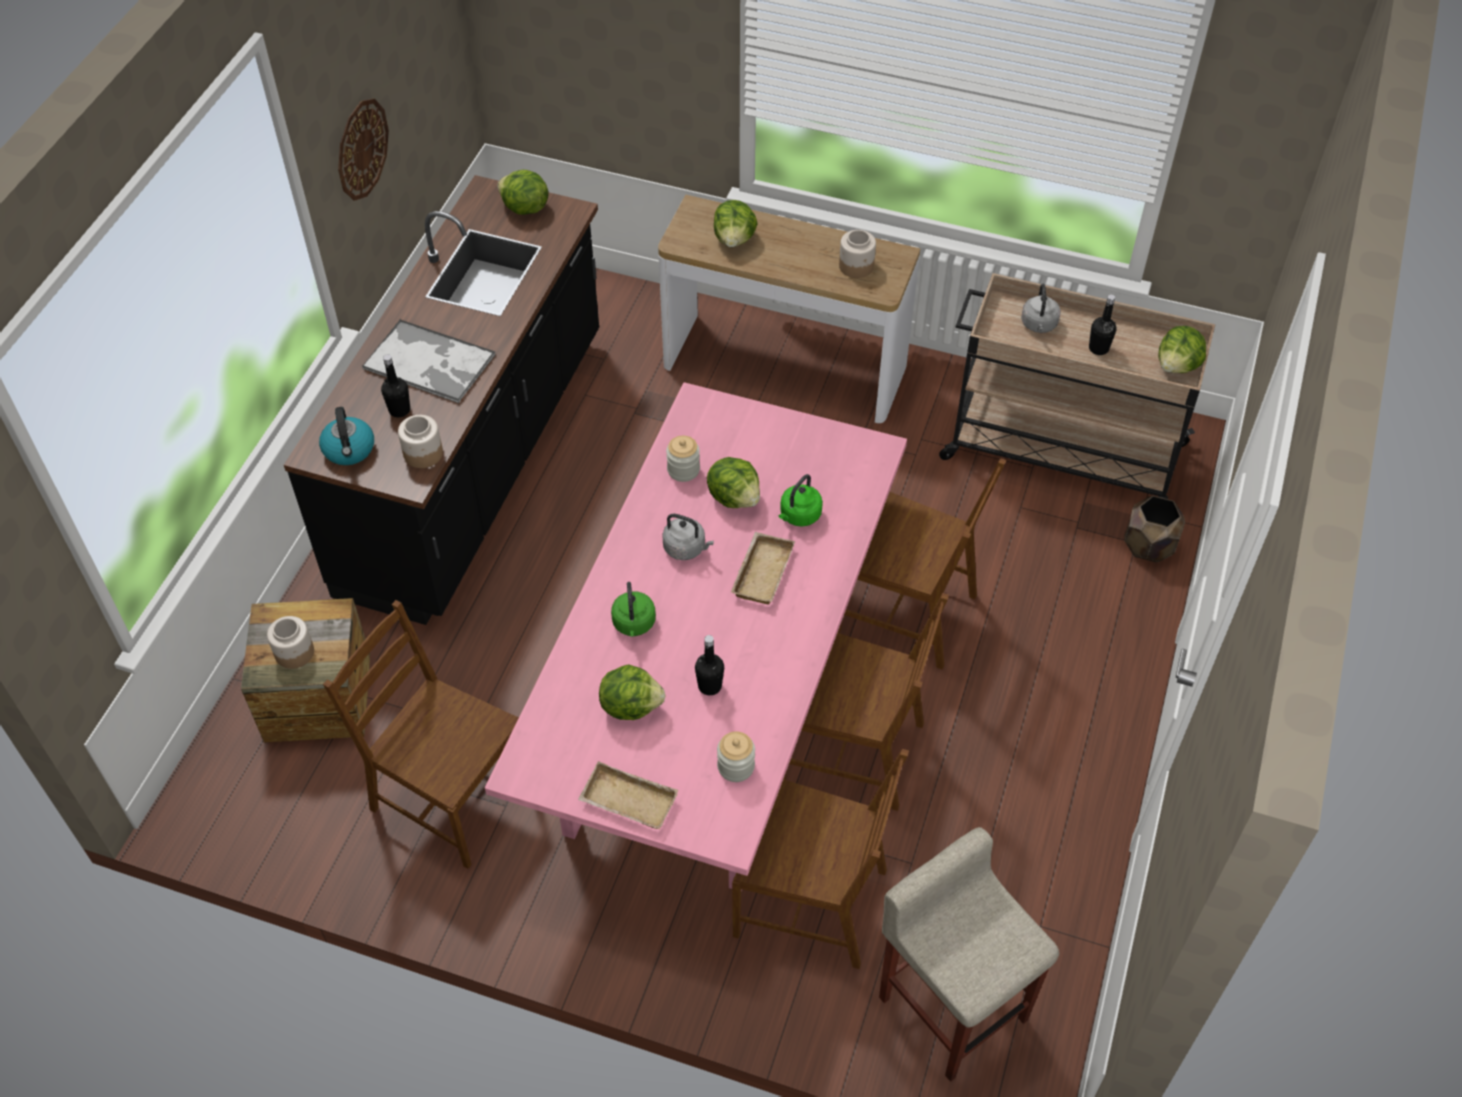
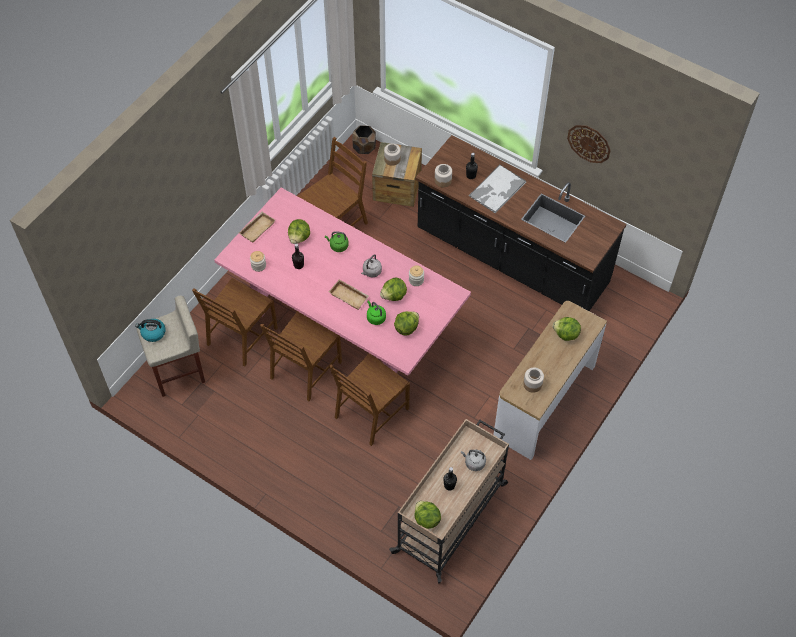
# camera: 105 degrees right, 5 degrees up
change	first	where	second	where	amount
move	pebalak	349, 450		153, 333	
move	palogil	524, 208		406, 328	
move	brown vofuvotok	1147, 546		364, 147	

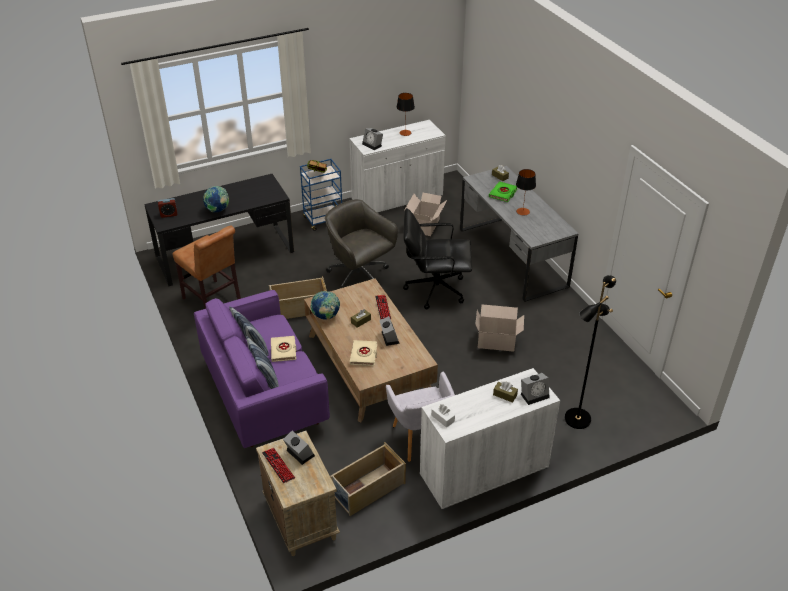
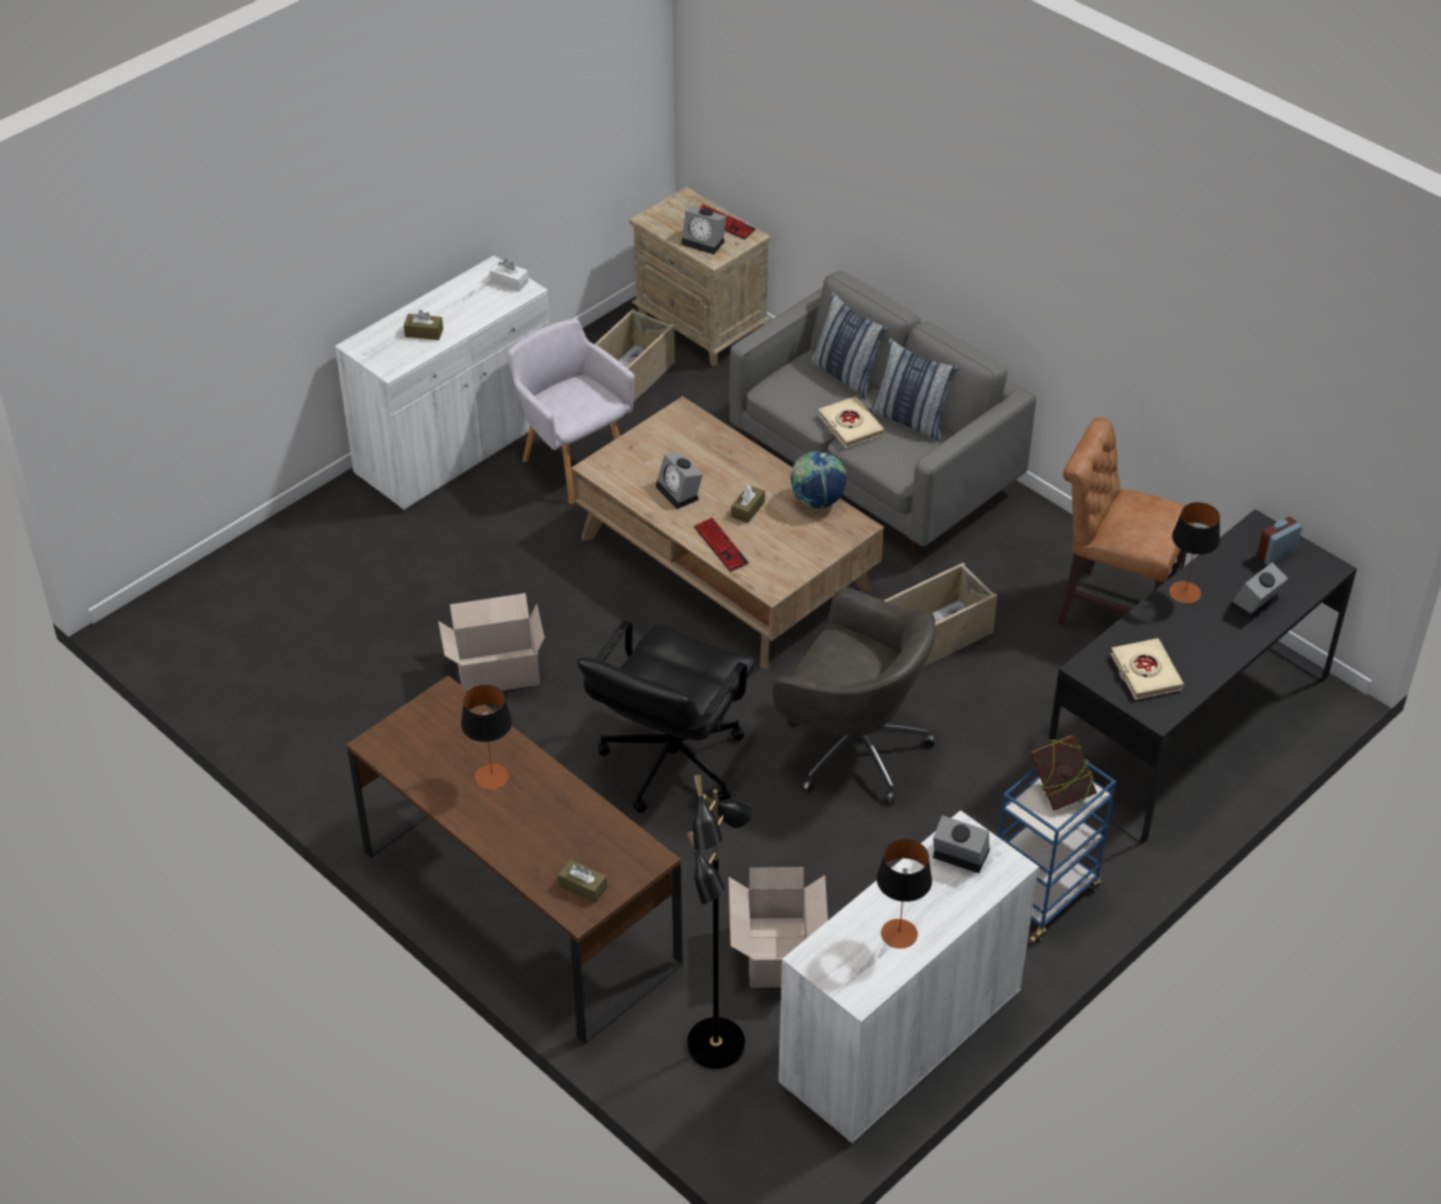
# camera: 160 degrees right, 5 degrees up
change	first	where	second	where	amount
delete	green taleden	503, 193			
move	beige taleden	364, 355		1145, 673	
move	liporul	535, 395		1254, 605	
move	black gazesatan	577, 418		717, 1045	
replace	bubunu	217, 210	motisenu	1185, 592	
recolor	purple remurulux	265, 394	grey remurulux	874, 469	
recolor	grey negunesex	512, 257	brown negunesex	520, 907	
rotate	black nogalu	435, 289		670, 762	135 degrees clockwise

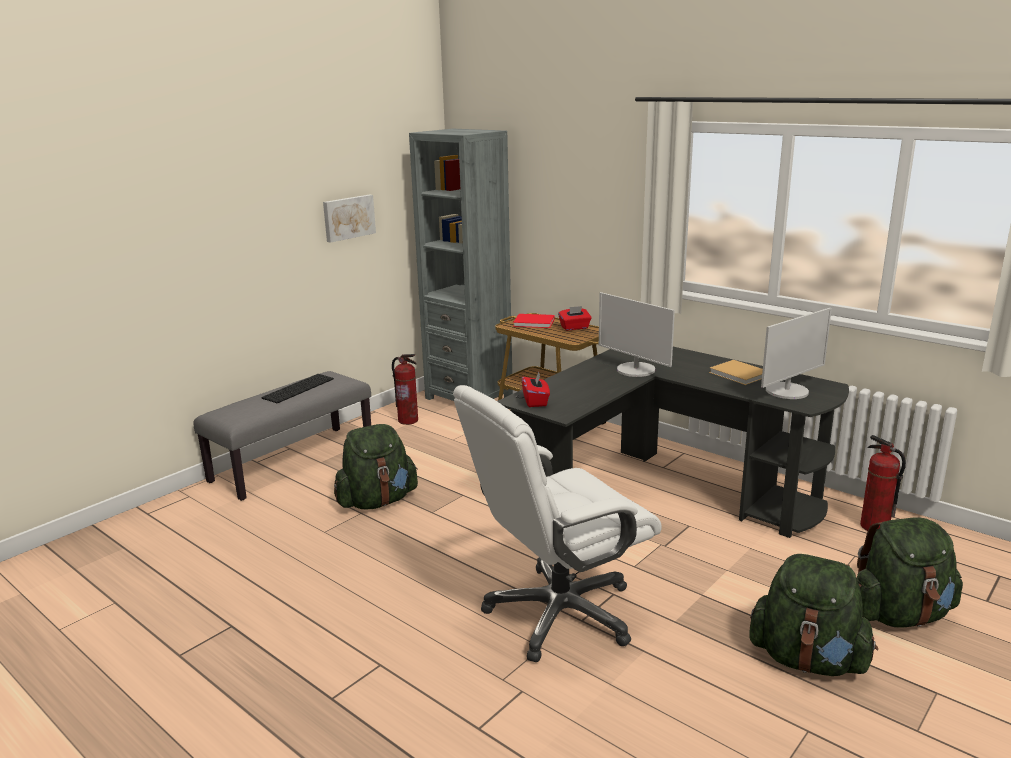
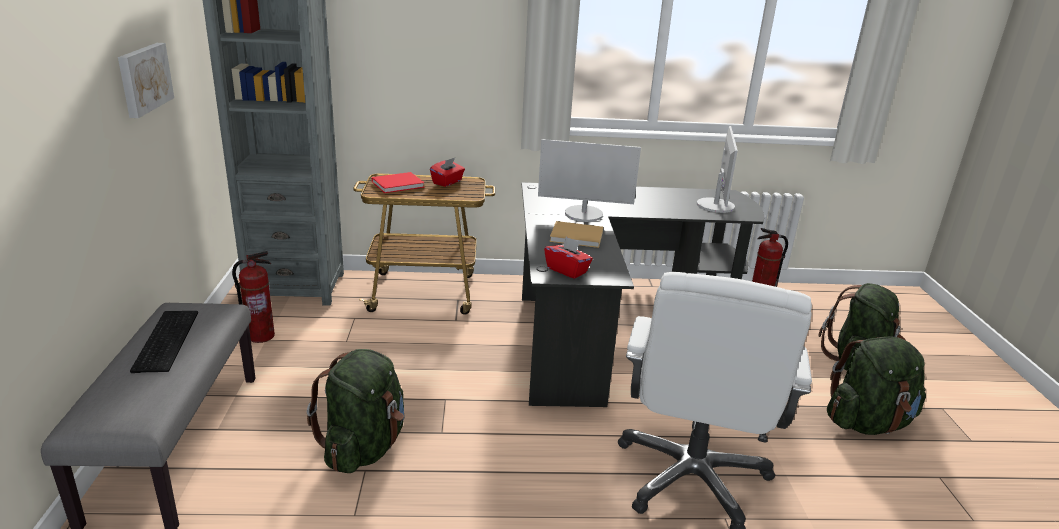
# camera: 45 degrees left, 5 degrees up
change	first	where	second	where	amount
move	beige taleden	740, 375		578, 237	

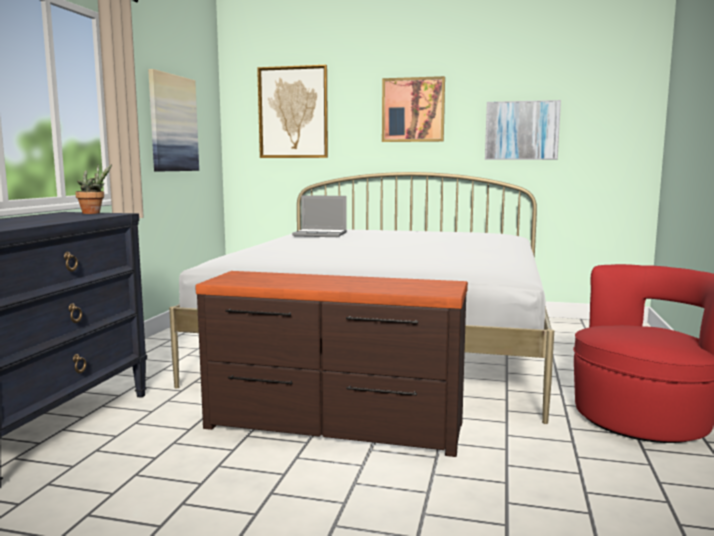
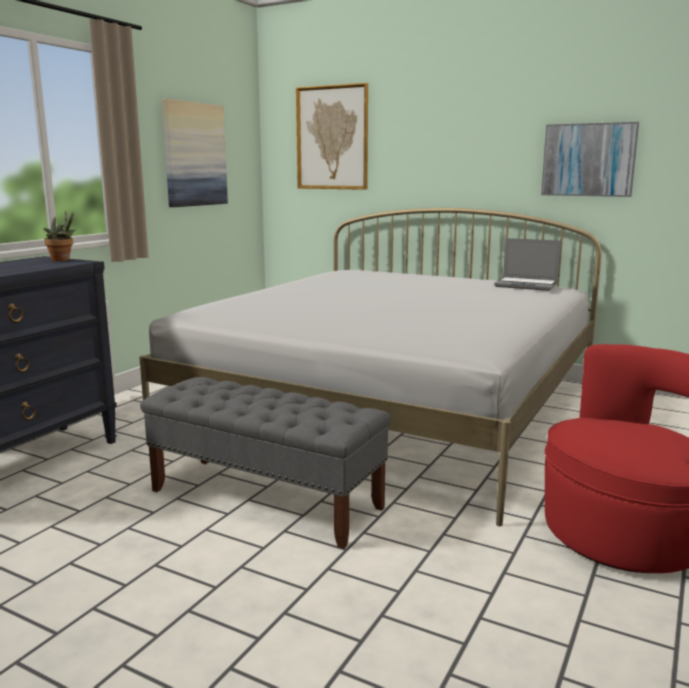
# camera: 15 degrees right, 5 degrees up
change	first	where	second	where	amount
delete	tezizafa	413, 110			
move	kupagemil	321, 234		527, 285	
replace	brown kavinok	333, 426	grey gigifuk	266, 499	

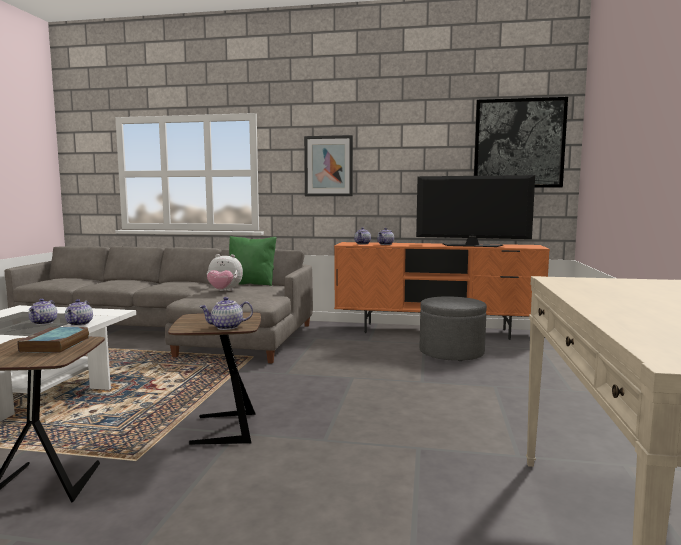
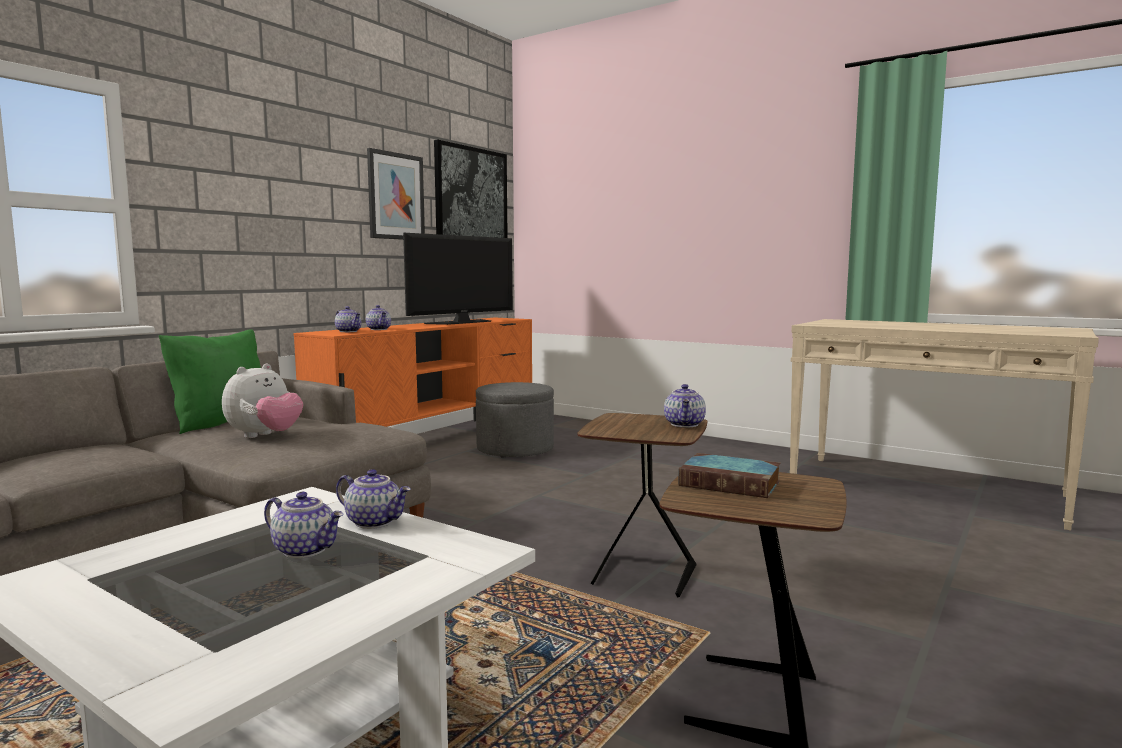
# camera: 65 degrees left, 0 degrees up
change	first	where	second	where	amount
move	tezizafa	328, 166		395, 196	

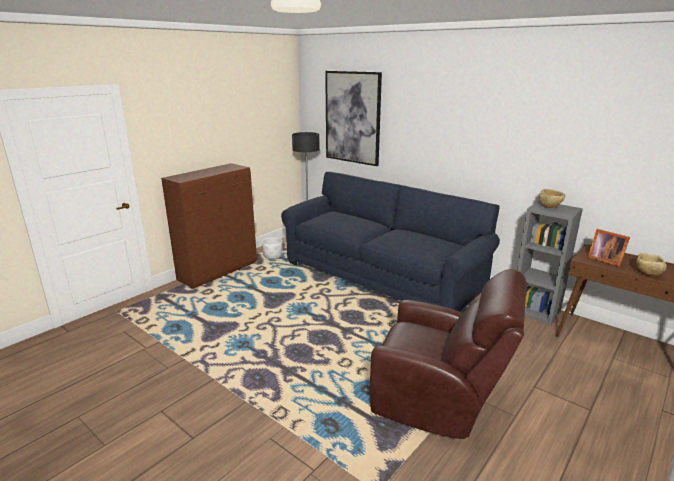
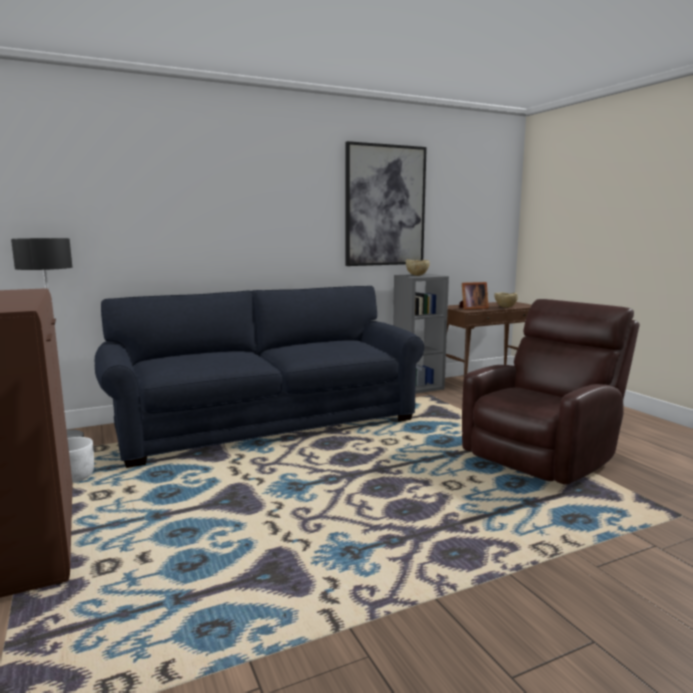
# camera: 65 degrees left, 10 degrees down
change	first	where	second	where	amount
move	tezizafa	352, 117		385, 206	

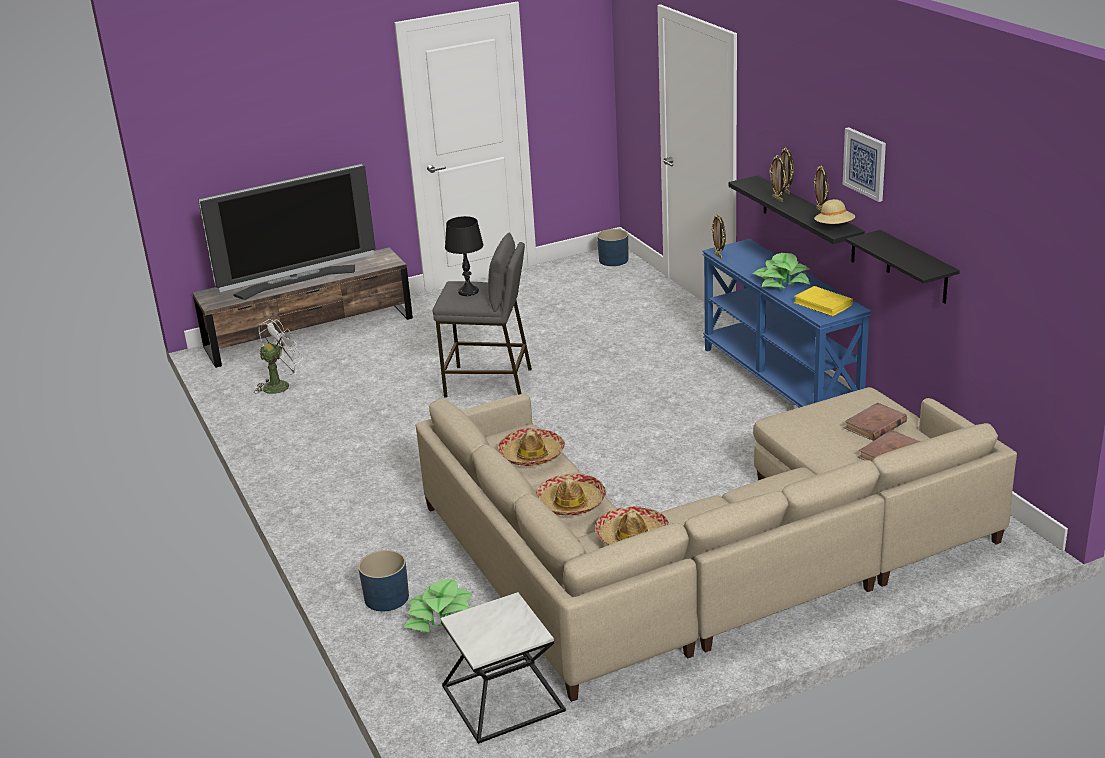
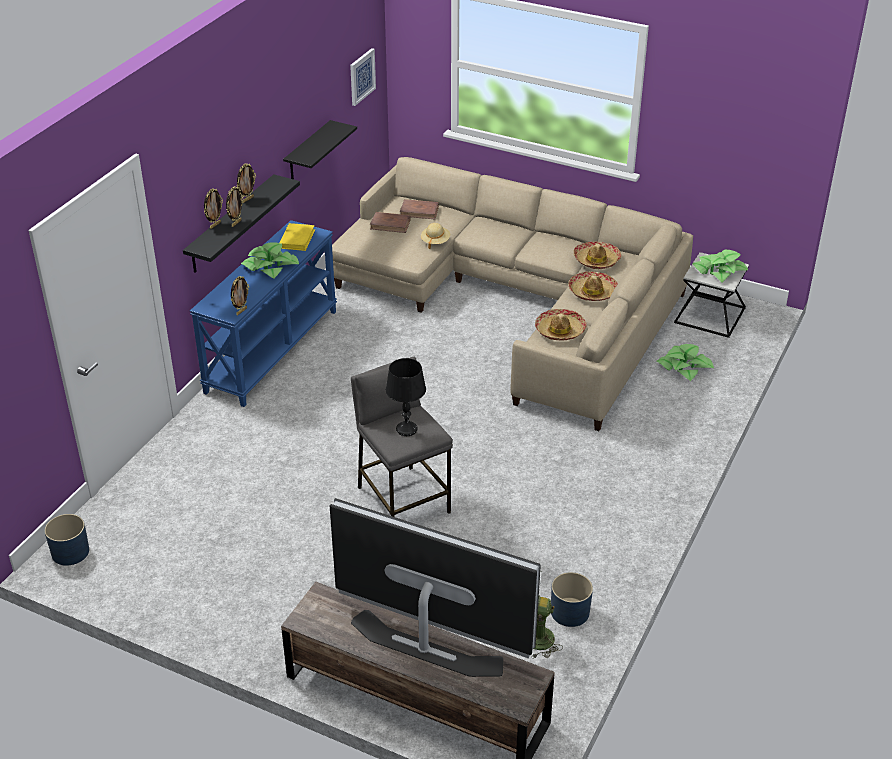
# camera: 130 degrees left, 10 degrees up
change	first	where	second	where	amount
insert			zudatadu	719, 271	
move	blue vofuvotok	387, 597		569, 612	
move	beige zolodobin	834, 226		435, 241	
move	tezizafa	865, 163		362, 76	

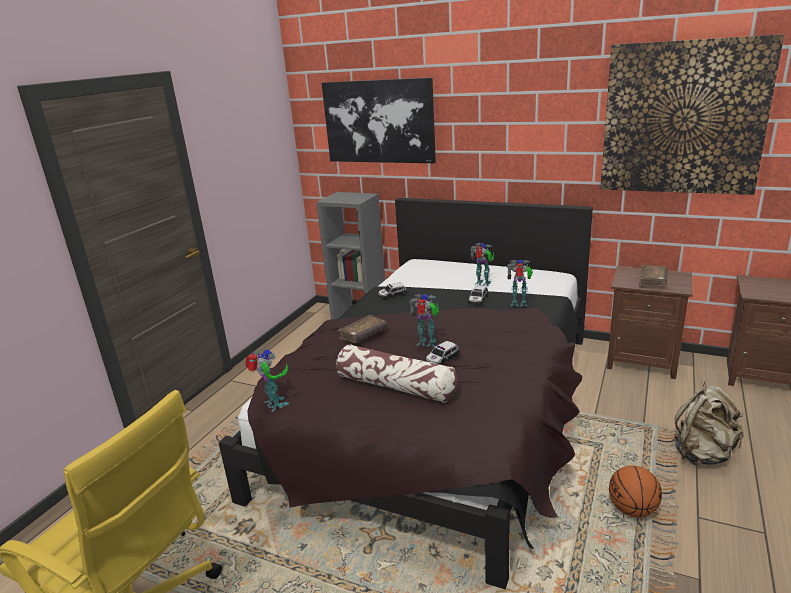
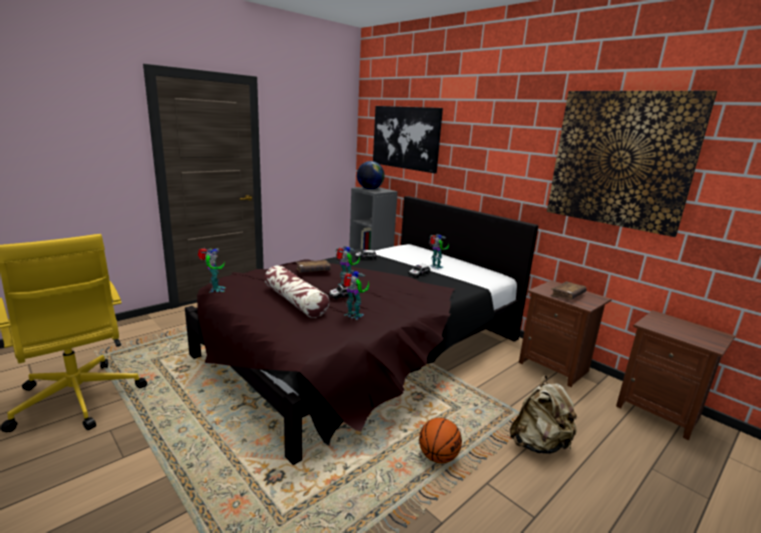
# camera: 20 degrees right, 5 degrees down
change	first	where	second	where	amount
insert			bubunu	370, 189	
move	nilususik	520, 304		353, 316	

